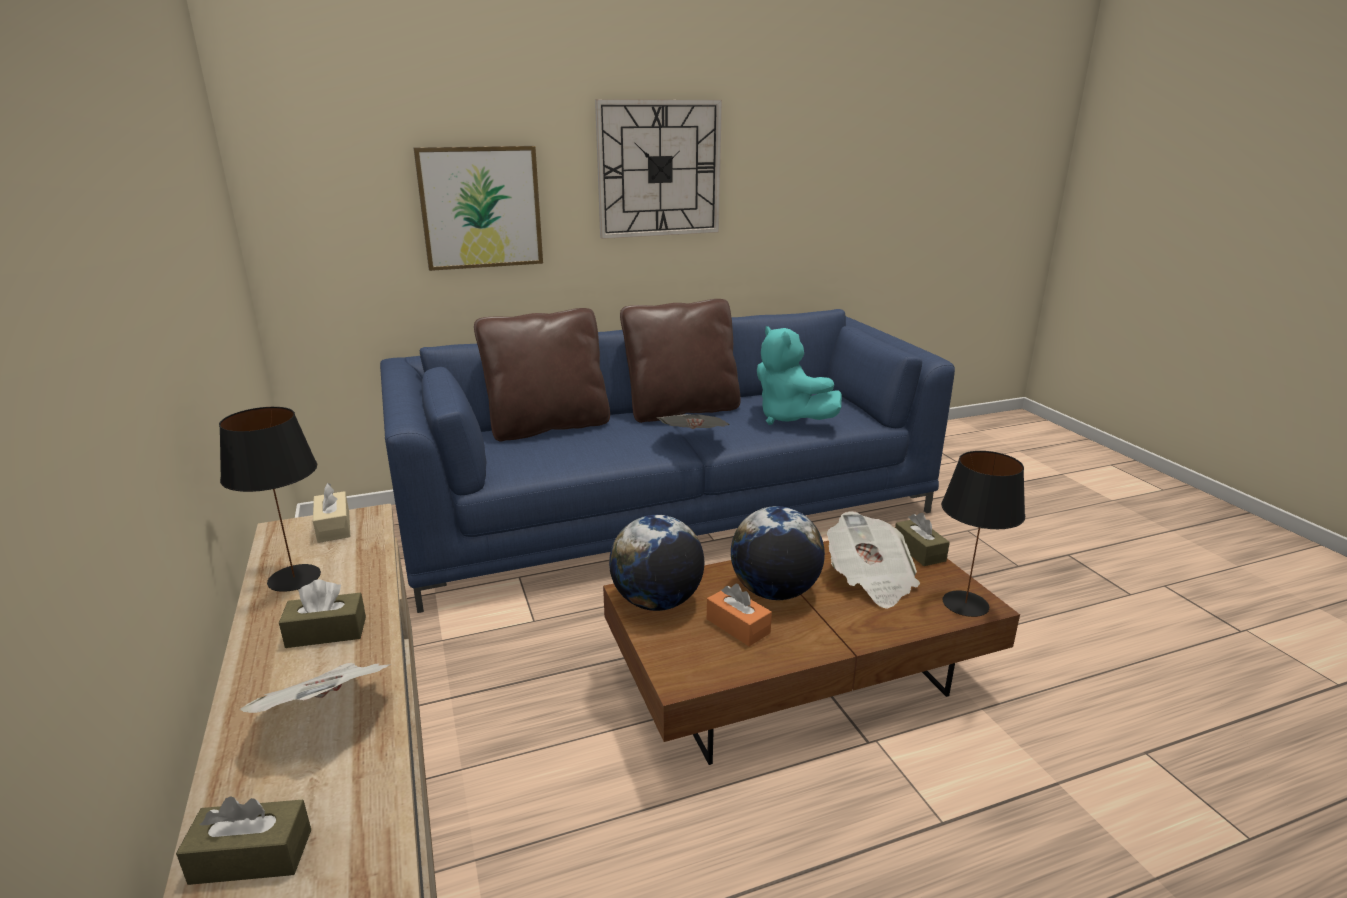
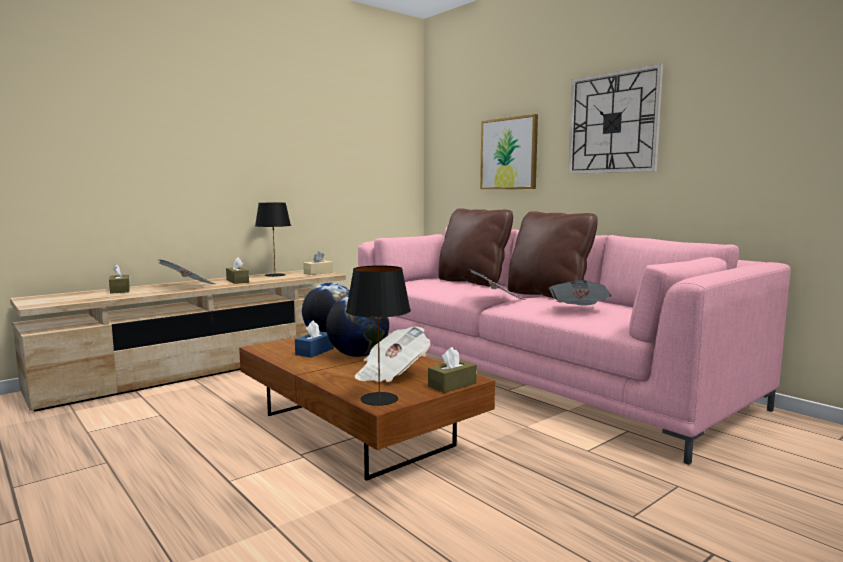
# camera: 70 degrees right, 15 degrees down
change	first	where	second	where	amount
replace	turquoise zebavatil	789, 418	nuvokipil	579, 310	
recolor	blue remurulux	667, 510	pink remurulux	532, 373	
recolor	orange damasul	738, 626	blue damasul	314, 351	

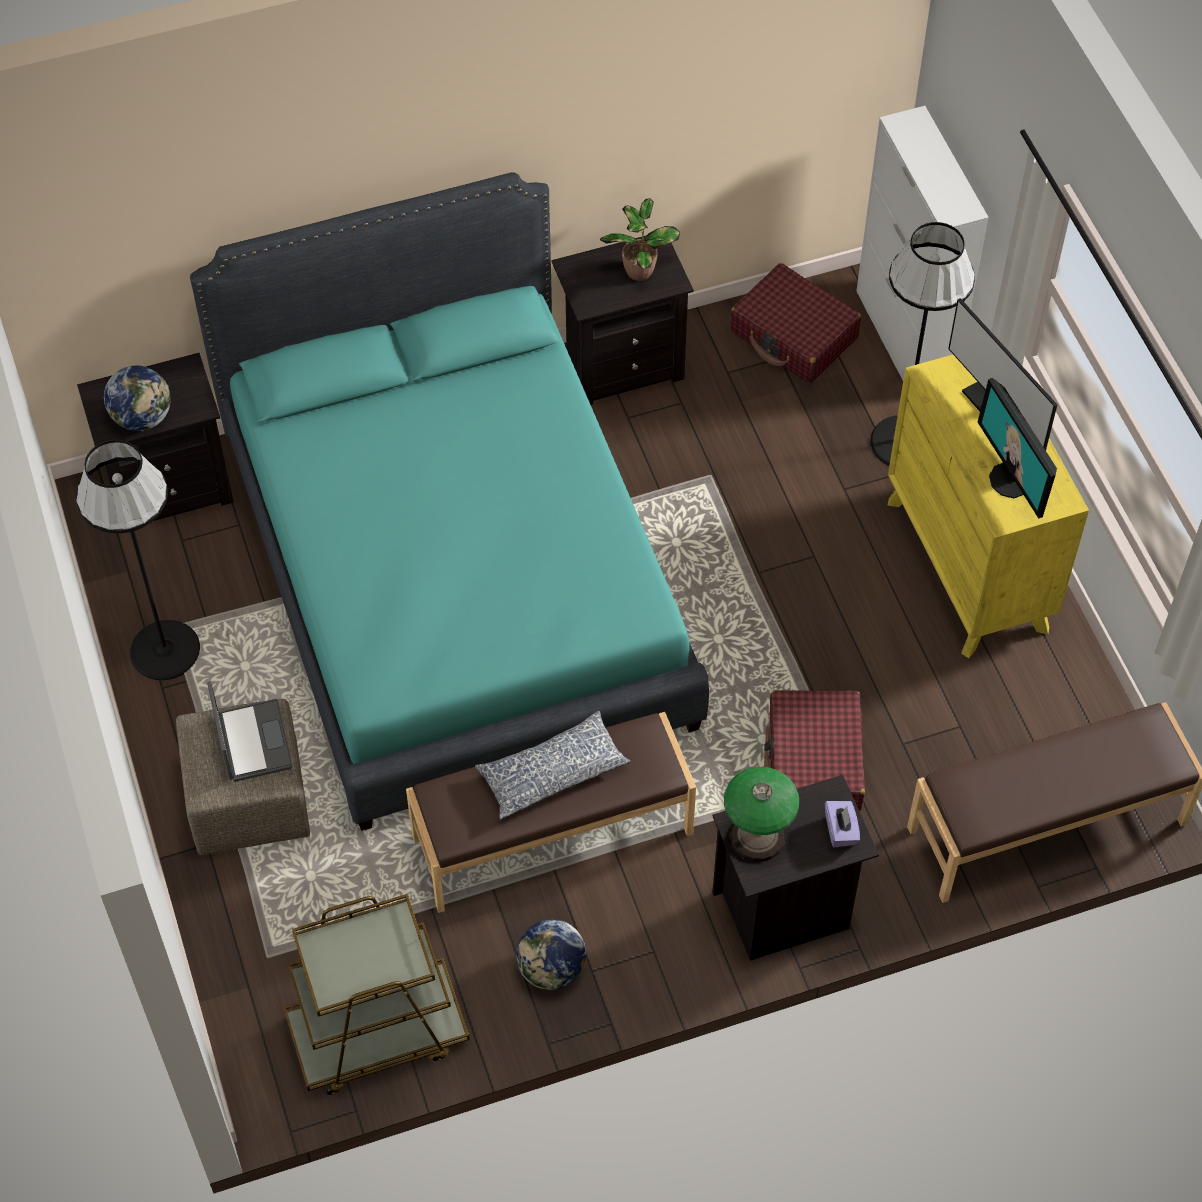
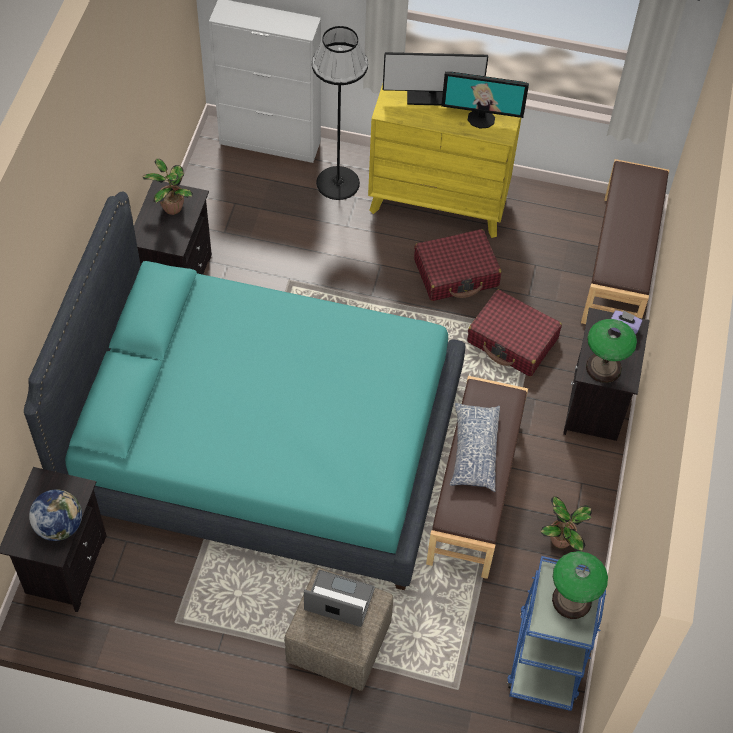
# camera: 60 degrees left, 0 degrees up
change	first	where	second	where	amount
delete	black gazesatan	164, 650			
insert			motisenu	572, 600	
move	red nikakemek	794, 335		456, 273	
replace	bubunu	552, 969	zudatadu	562, 540	
recolor	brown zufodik	377, 1033	blue zufodik	548, 655	

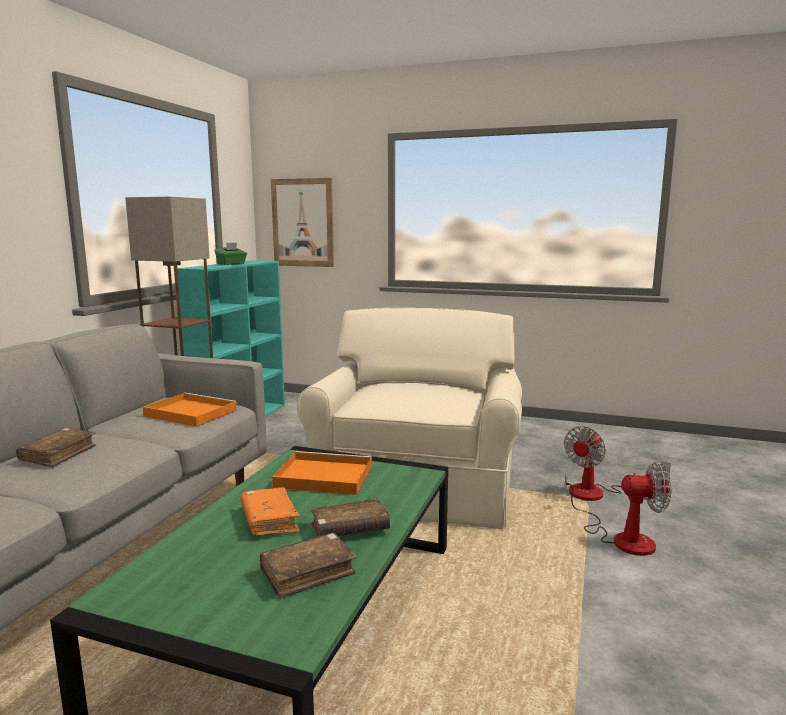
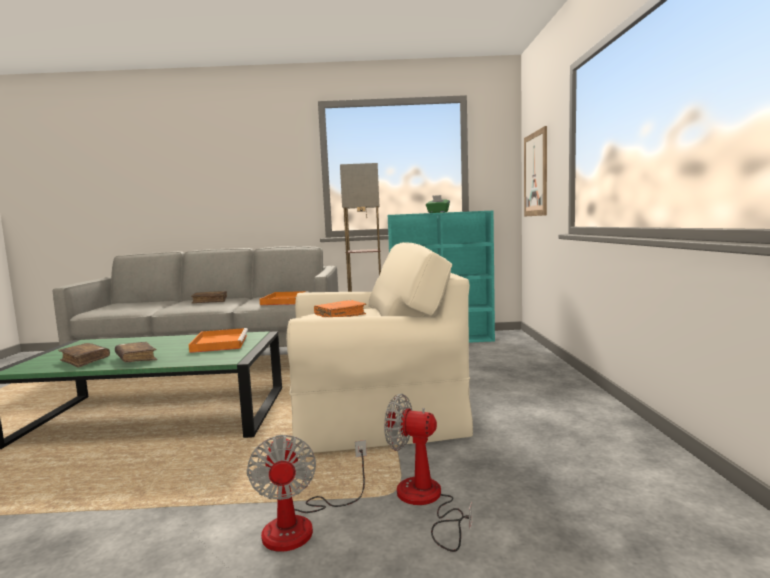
# camera: 70 degrees right, 5 degrees down
change	first	where	second	where	amount
move	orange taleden	269, 520		340, 316	

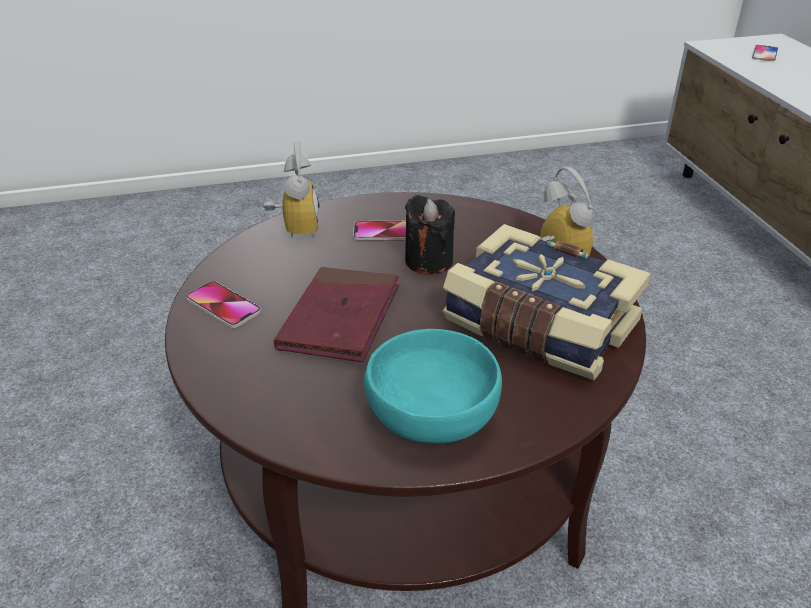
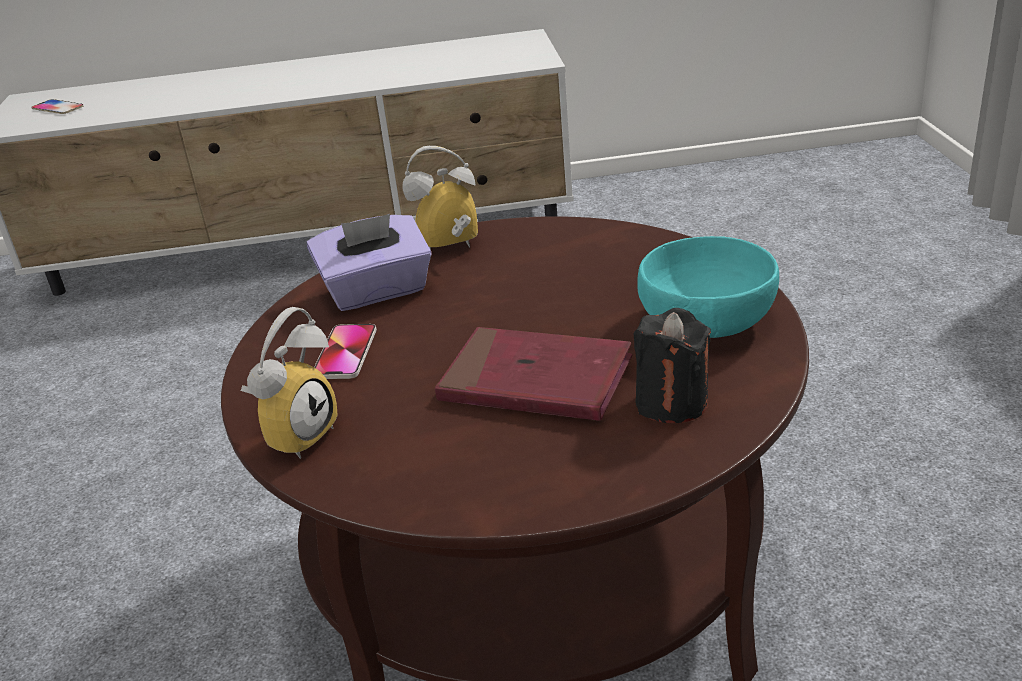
# camera: 80 degrees left, 5 degrees down
change	first	where	second	where	amount
delete	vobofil	223, 306			
delete	taleden	538, 326			
insert			purple damasul	377, 291	
move	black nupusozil	428, 261		671, 403	
rotate	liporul	294, 228		296, 433	120 degrees clockwise

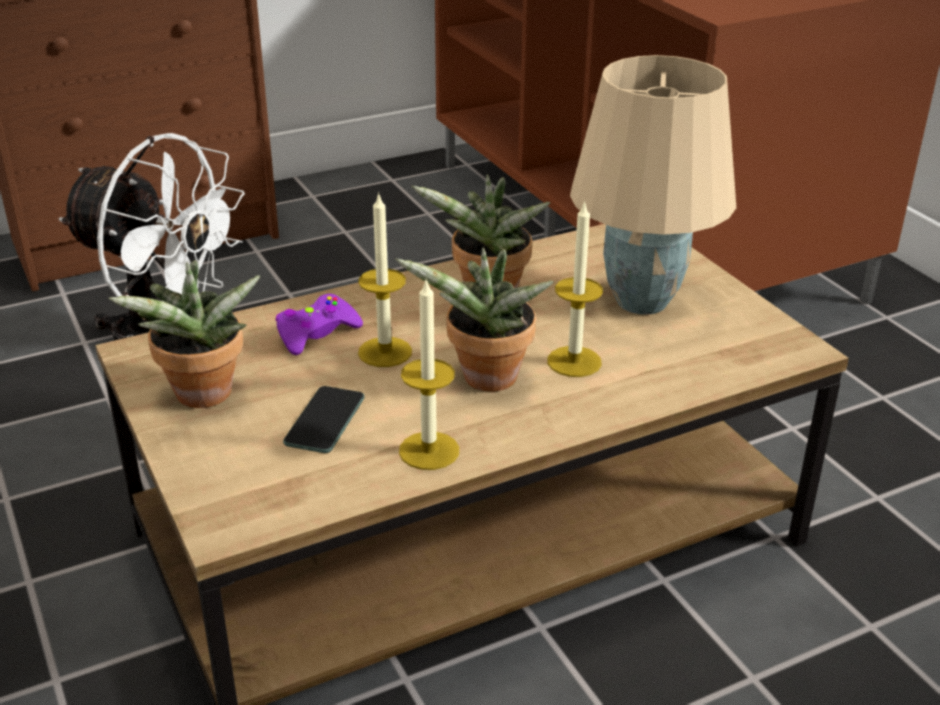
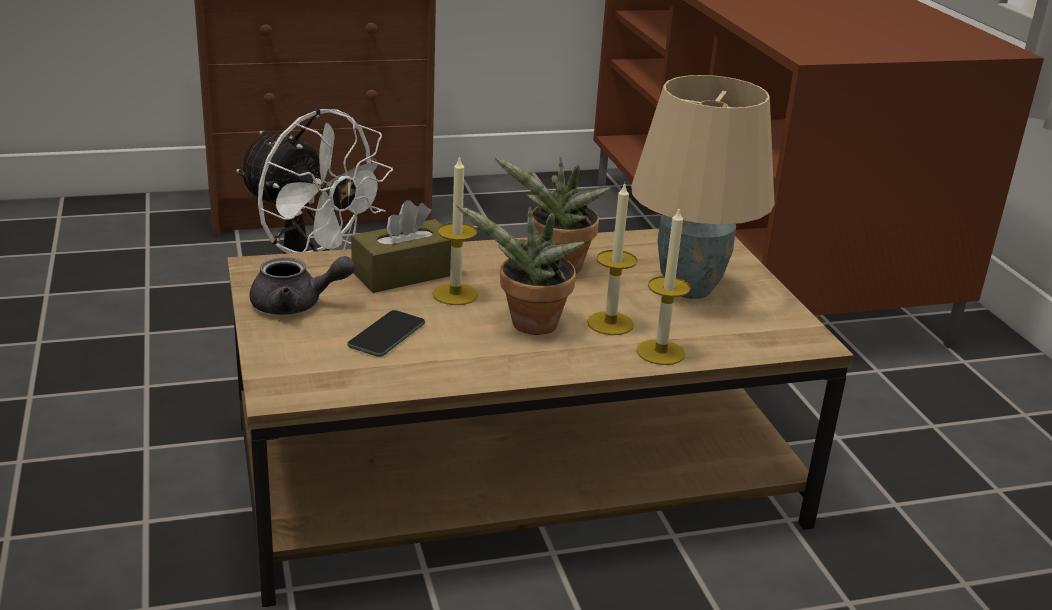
# camera: 10 degrees right, 5 degrees down
change	first	where	second	where	amount
move	nupusozil	429, 451		660, 352	
replace	zudatadu	202, 398	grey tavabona	296, 305	
replace	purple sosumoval	316, 333	brown damasul	404, 273	

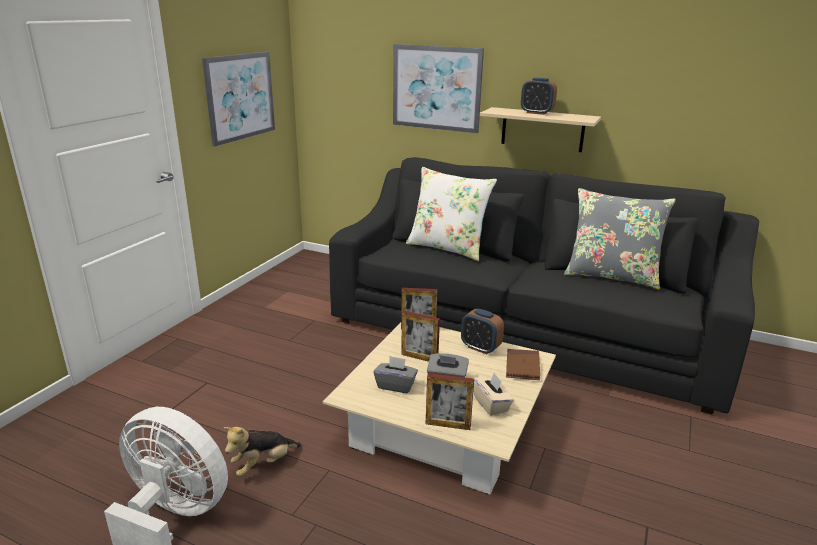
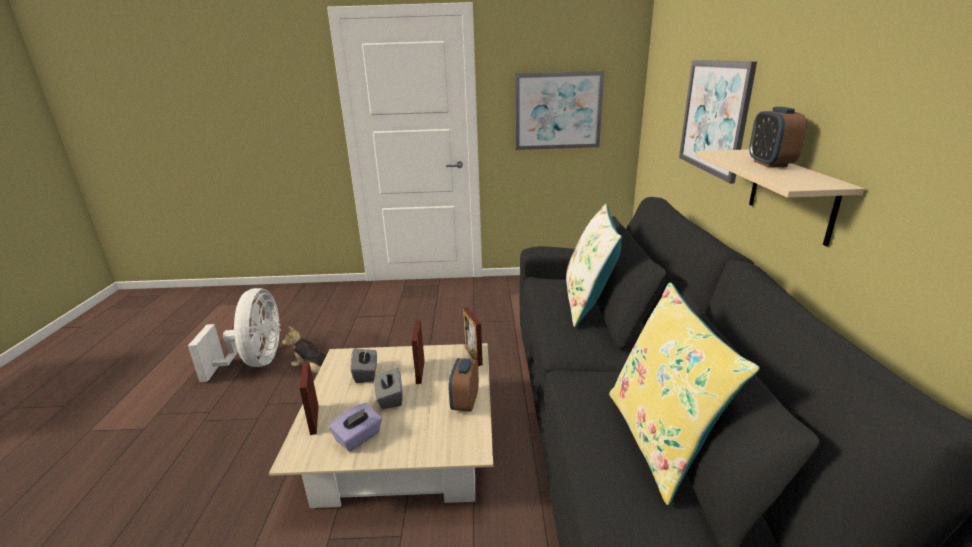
# camera: 65 degrees right, 0 degrees up
change	first	where	second	where	amount
delete	brown taleden	522, 367			
recolor	beige damasul	491, 404	purple damasul	358, 438	
recolor	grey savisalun	611, 276	yellow savisalun	660, 439	

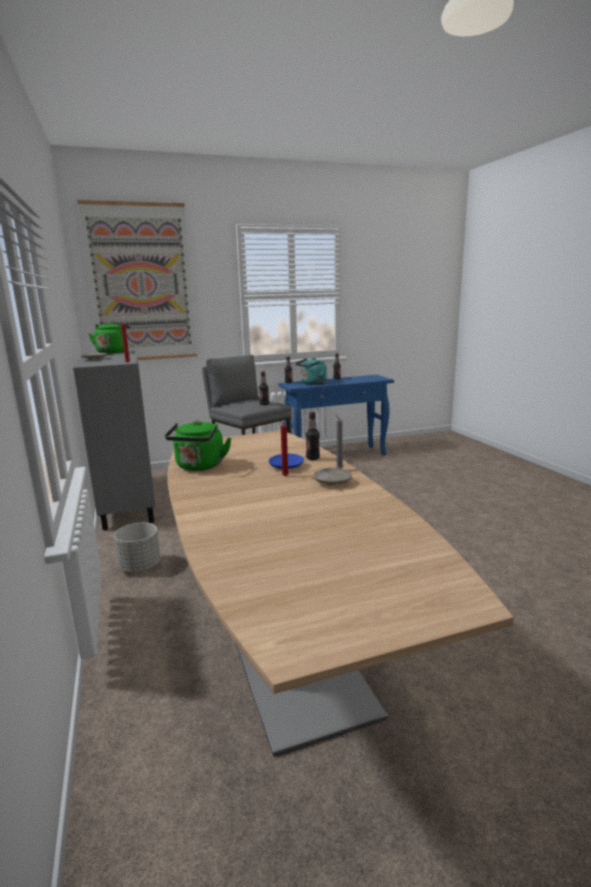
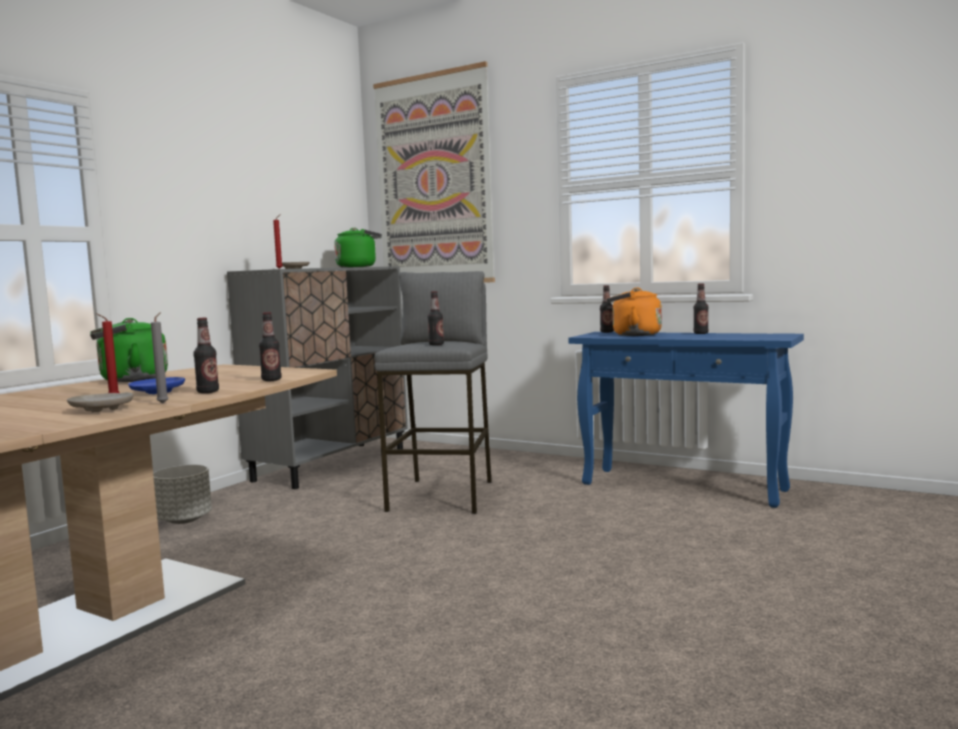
# camera: 50 degrees right, 10 degrees down
change	first	where	second	where	amount
insert			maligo	271, 380	
recolor	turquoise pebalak	312, 383	orange pebalak	633, 335	

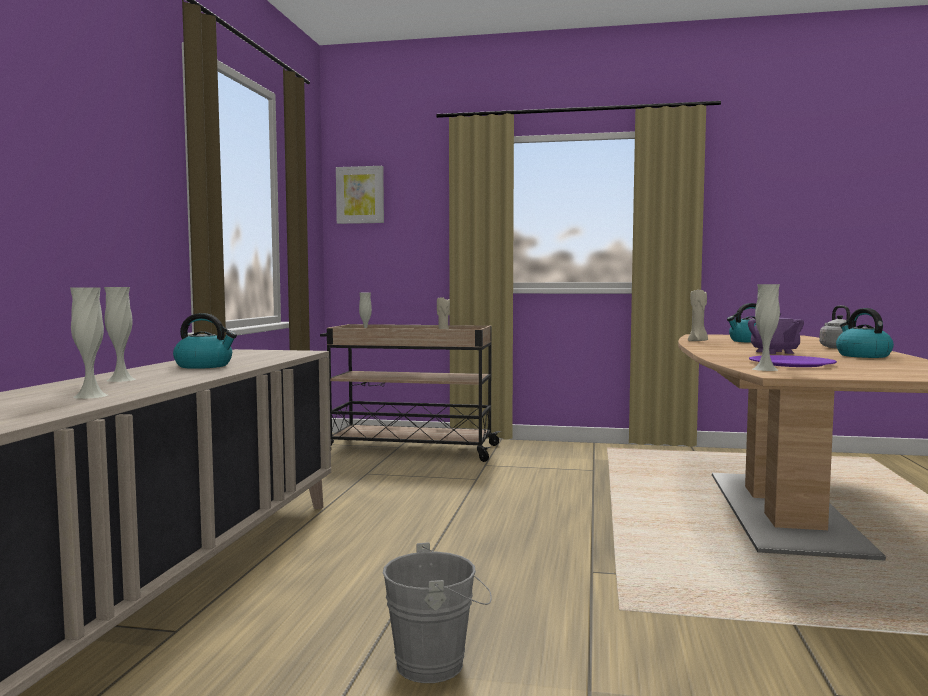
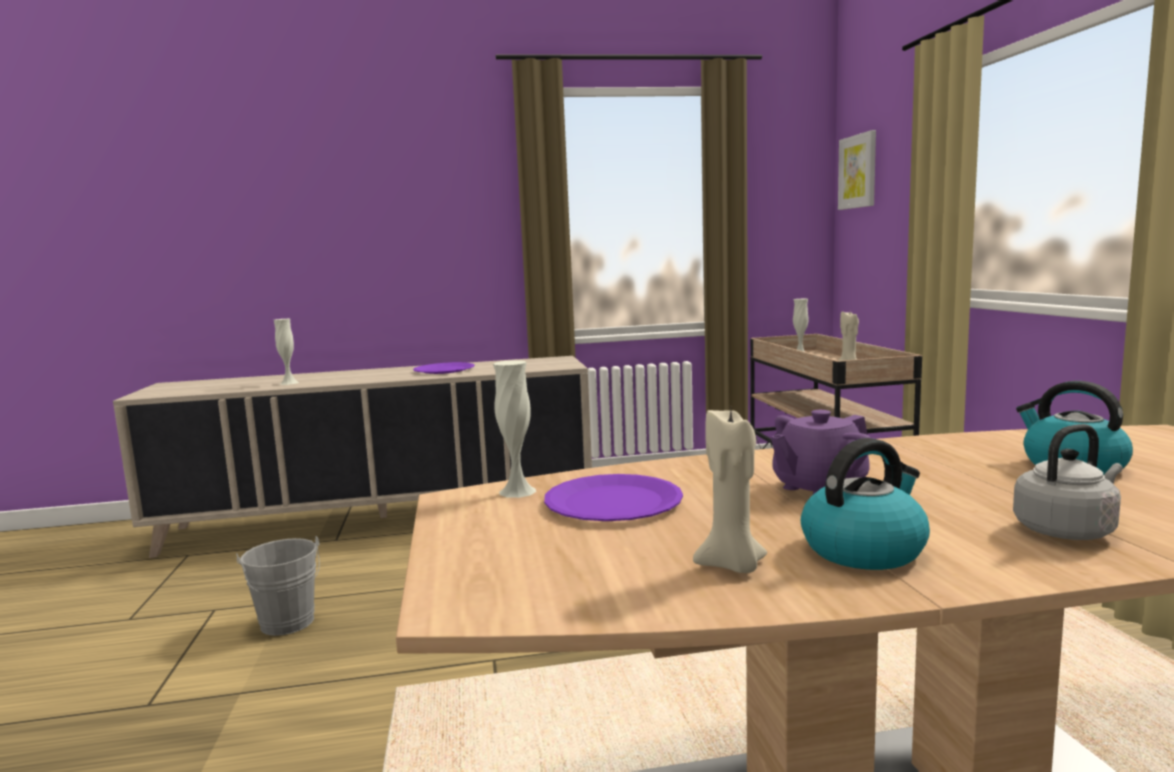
# camera: 70 degrees right, 5 degrees up
change	first	where	second	where	amount
delete	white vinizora	121, 379			
move	beige nupusozil	698, 341		732, 566	
replace	pebalak	205, 366	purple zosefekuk	444, 370	

